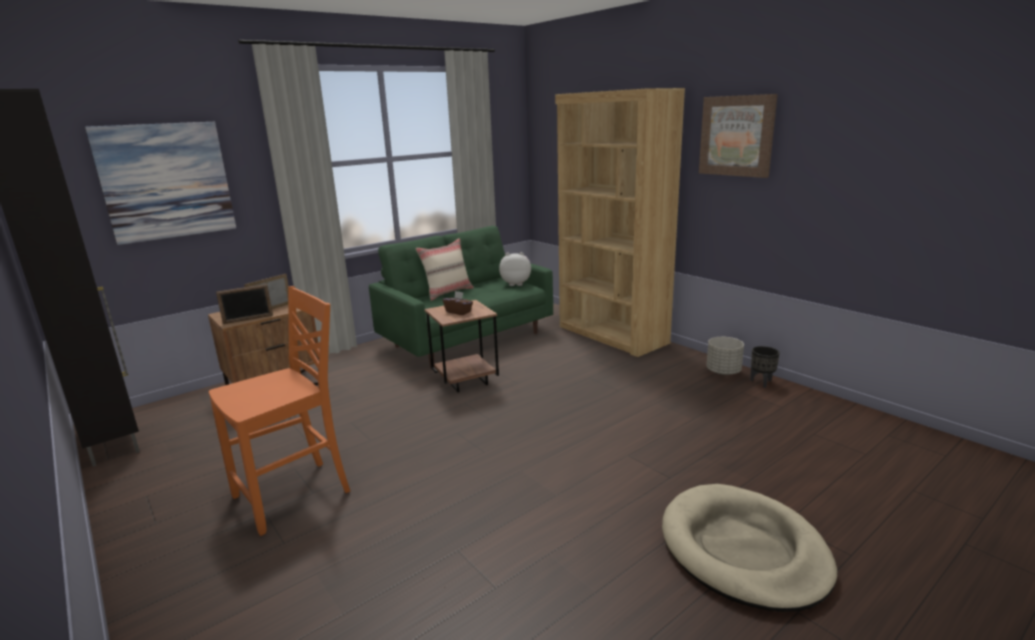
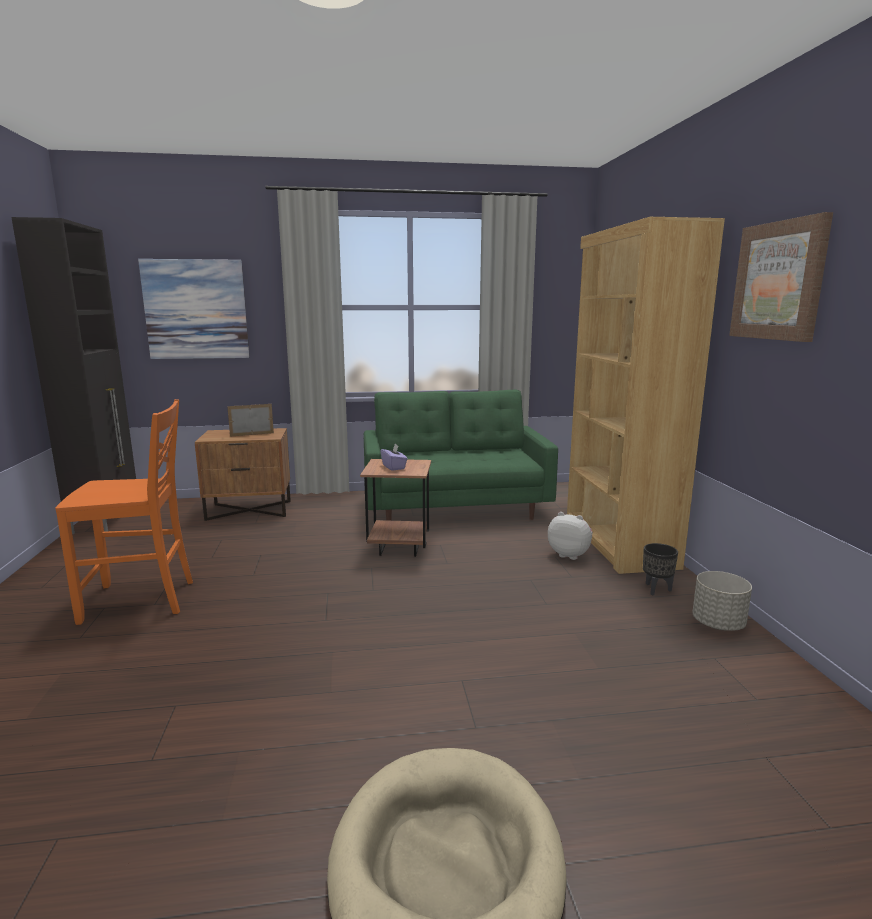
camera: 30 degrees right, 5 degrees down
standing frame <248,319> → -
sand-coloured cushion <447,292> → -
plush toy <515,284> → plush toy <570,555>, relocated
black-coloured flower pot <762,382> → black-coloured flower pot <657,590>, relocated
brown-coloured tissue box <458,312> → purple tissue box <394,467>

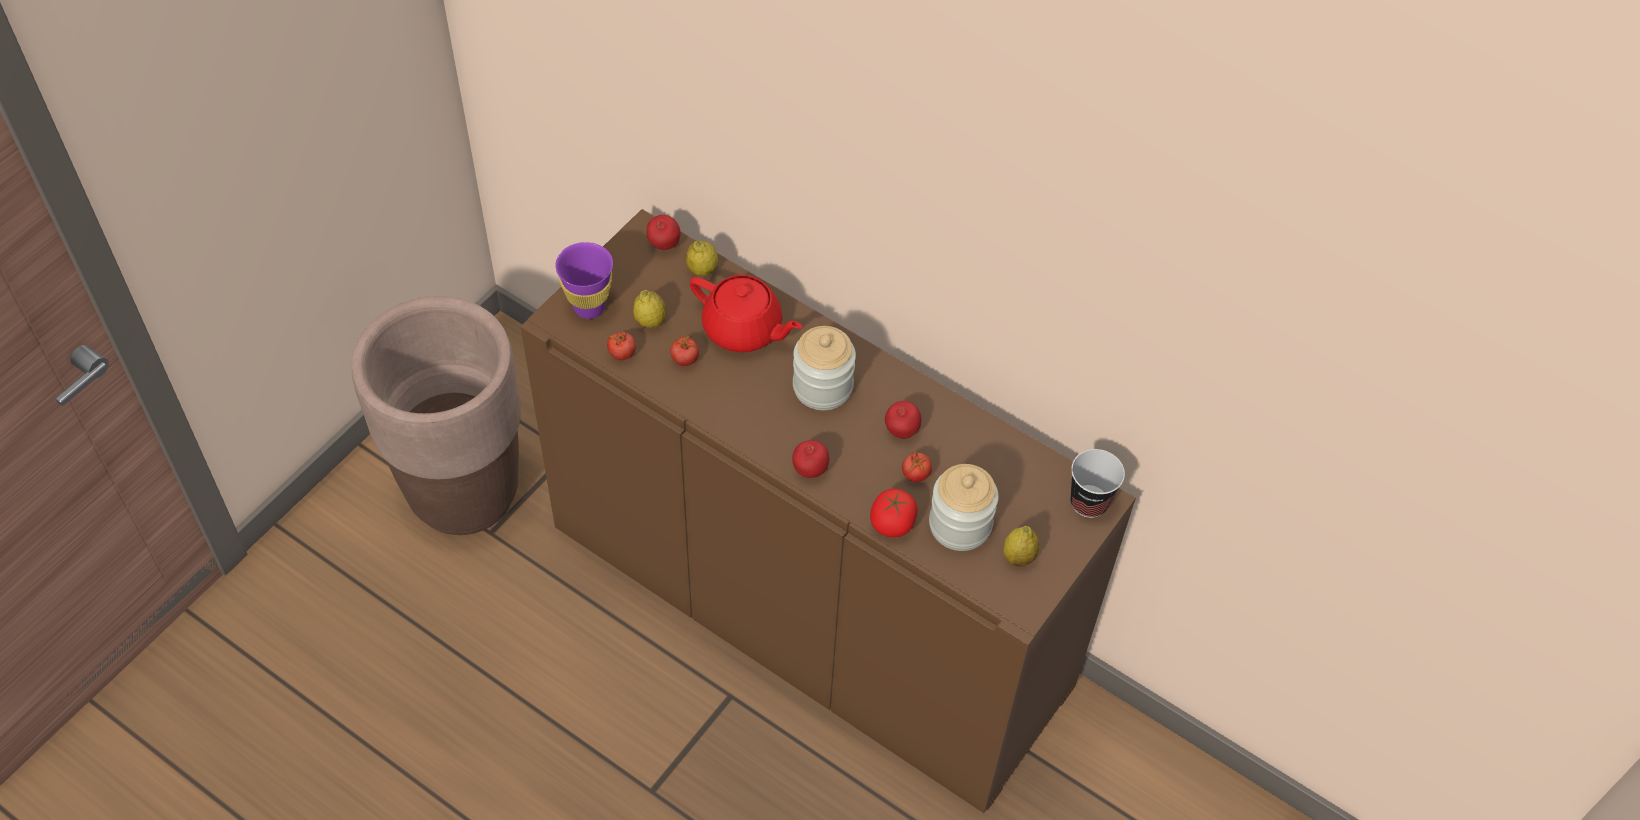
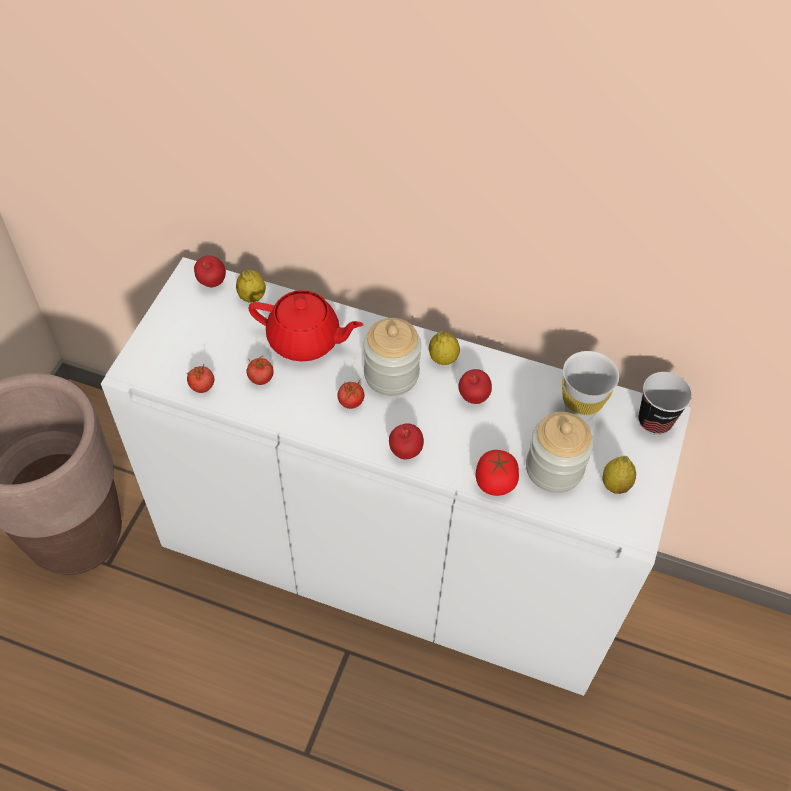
camera: 15 degrees left, 0 degrees up
purple drinking cup <589,307> → -
- → white drinking cup <579,411>
citrus fruit <650,321> → citrus fruit <443,359>, relocated
tomato <915,475> → tomato <351,402>, relocated
brown-coloured cupboard <809,607> → white cupboard <389,559>

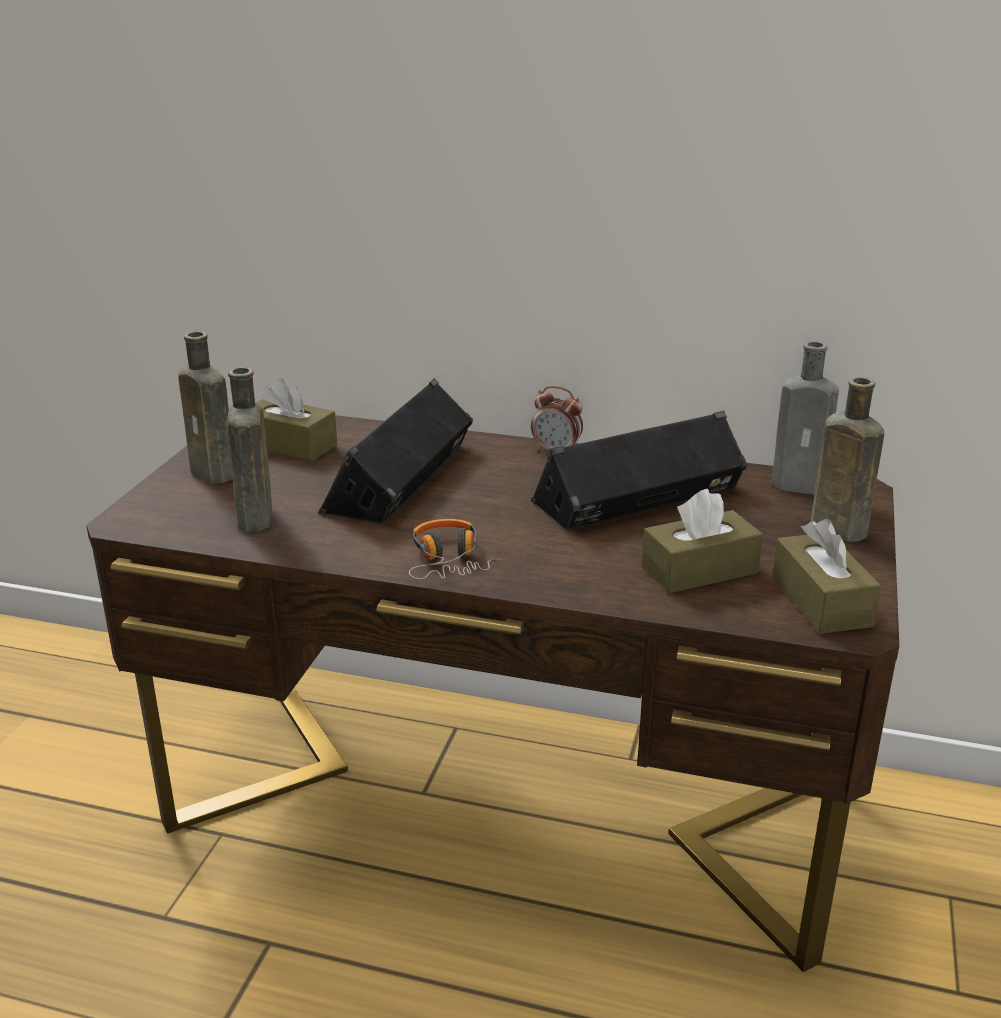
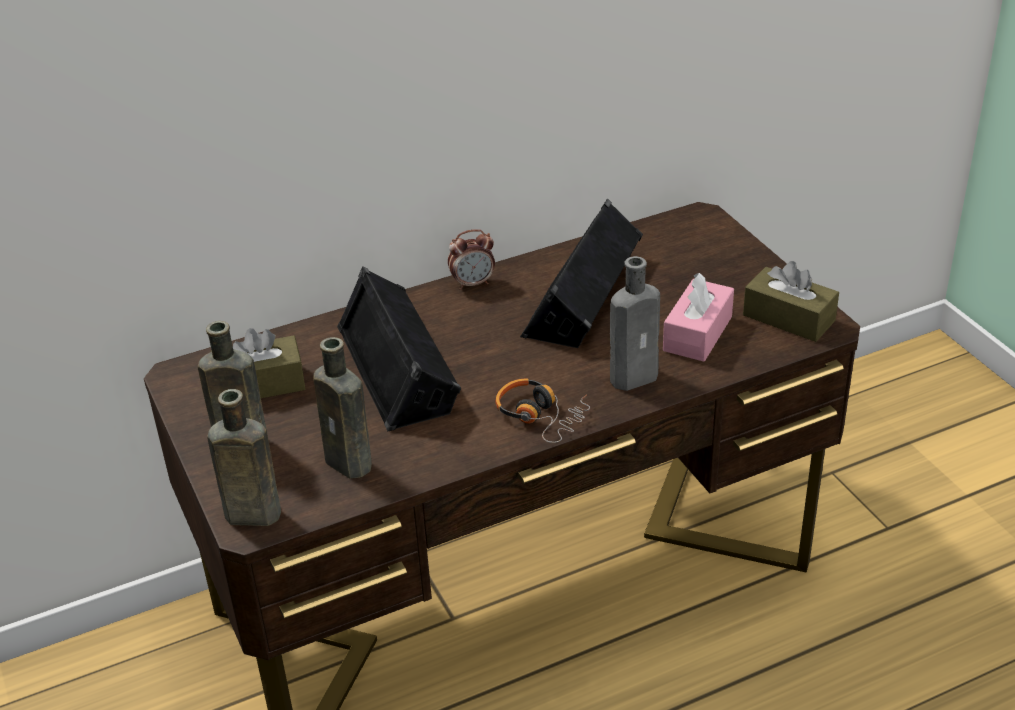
camera: 40 degrees left, 10 degrees up
greyish beverage bottle <802,486> → greyish beverage bottle <637,376>, relocated
brown-coloured beverage bottle <834,528> → brown-coloured beverage bottle <249,515>, relocated
brown-coloured tissue box <699,570> → pinkish tissue box <697,333>

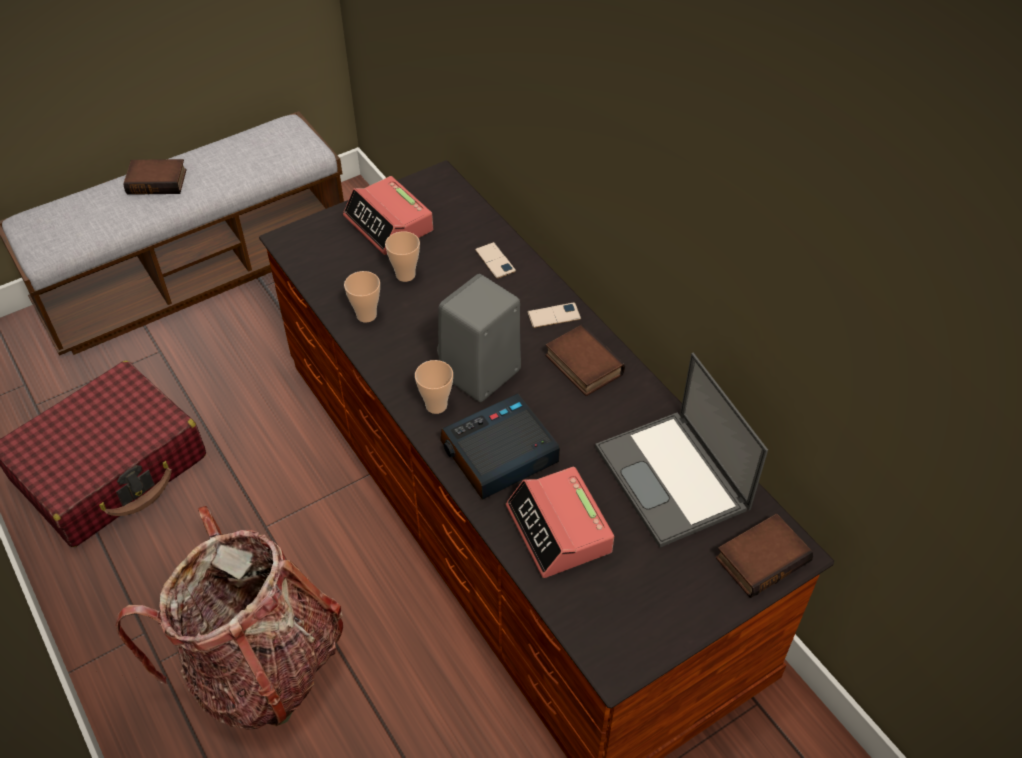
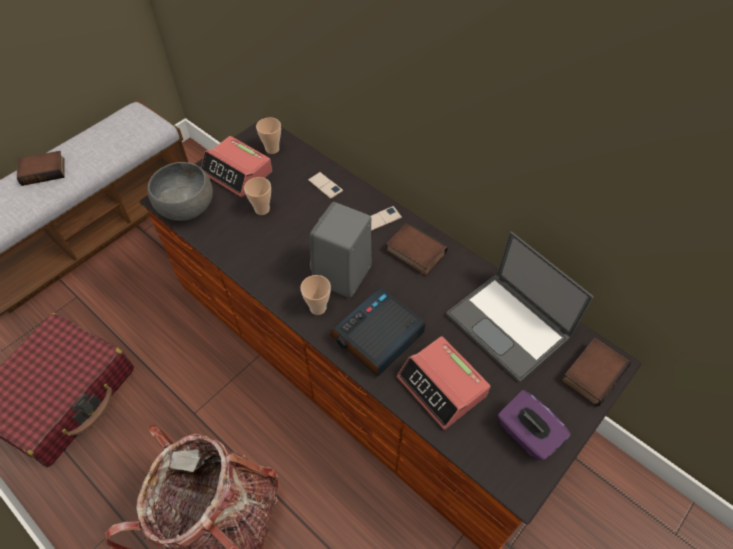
camera: 15 degrees left, 5 degrees up
- → greyish deep dish <187,207>
- → purple tissue box <527,434>
drinking cup <366,315> → drinking cup <272,149>, relocated

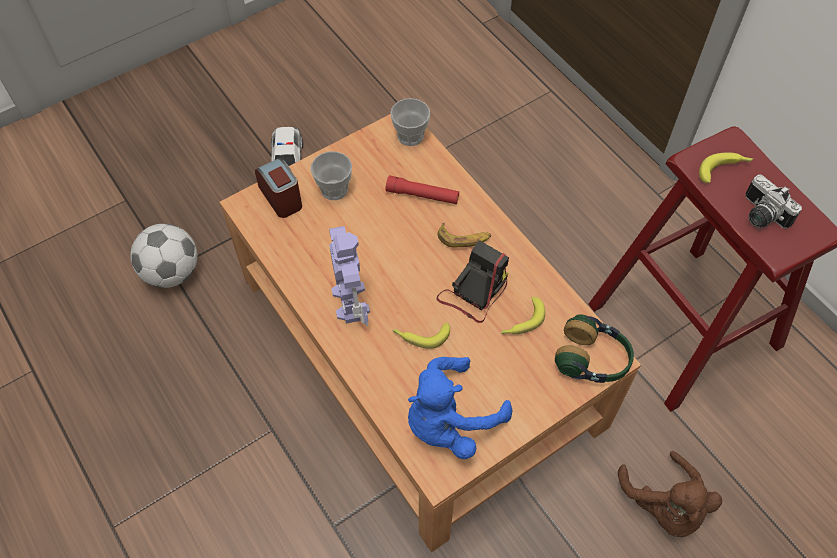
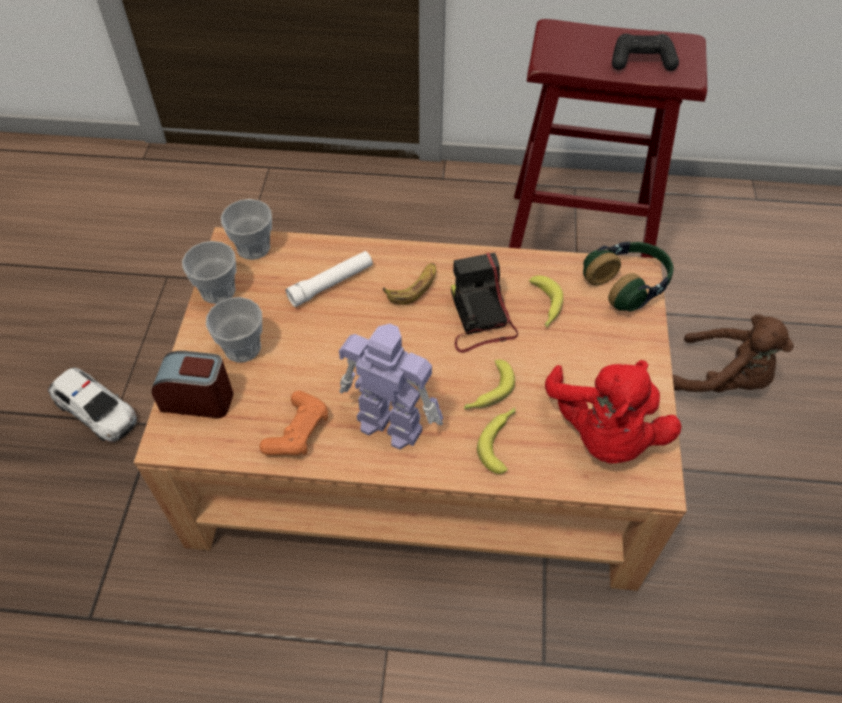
camera: 50 degrees left, 5 degrees down
football <172,272> → -
- → drinking cup <218,290>
- → orange game controller <297,432>
whole banana <724,170> → whole banana <500,441>, relocated
still camera <760,215> → black-coloured game controller <642,61>
red-coloured hand torch <422,195> → white hand torch <331,284>
blue-coloured plush toy <449,421> → red-coloured plush toy <603,433>

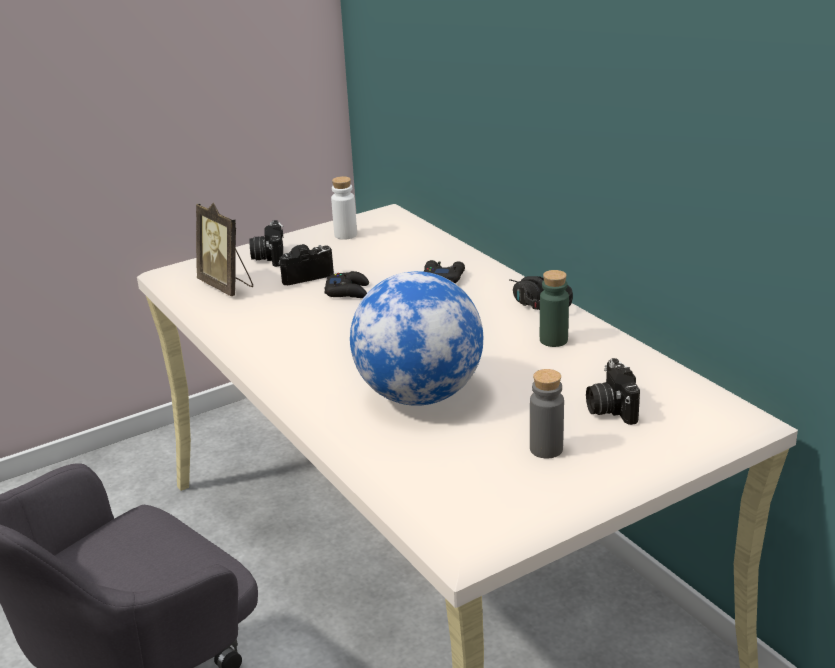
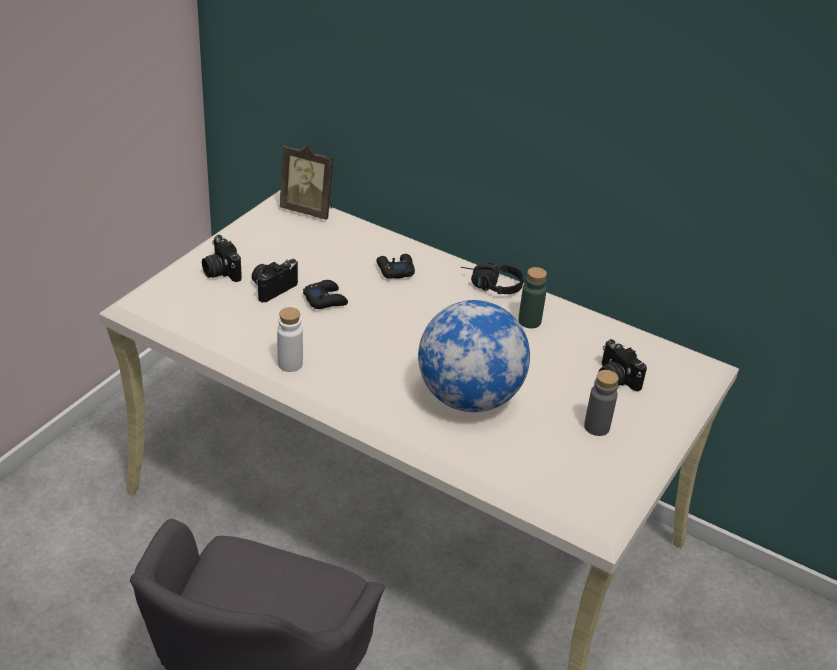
camera: 30 degrees left, 10 degrees up
standing frame <227,286> → standing frame <308,210>, relocated
white beverage bottle <345,235> → white beverage bottle <290,364>, relocated

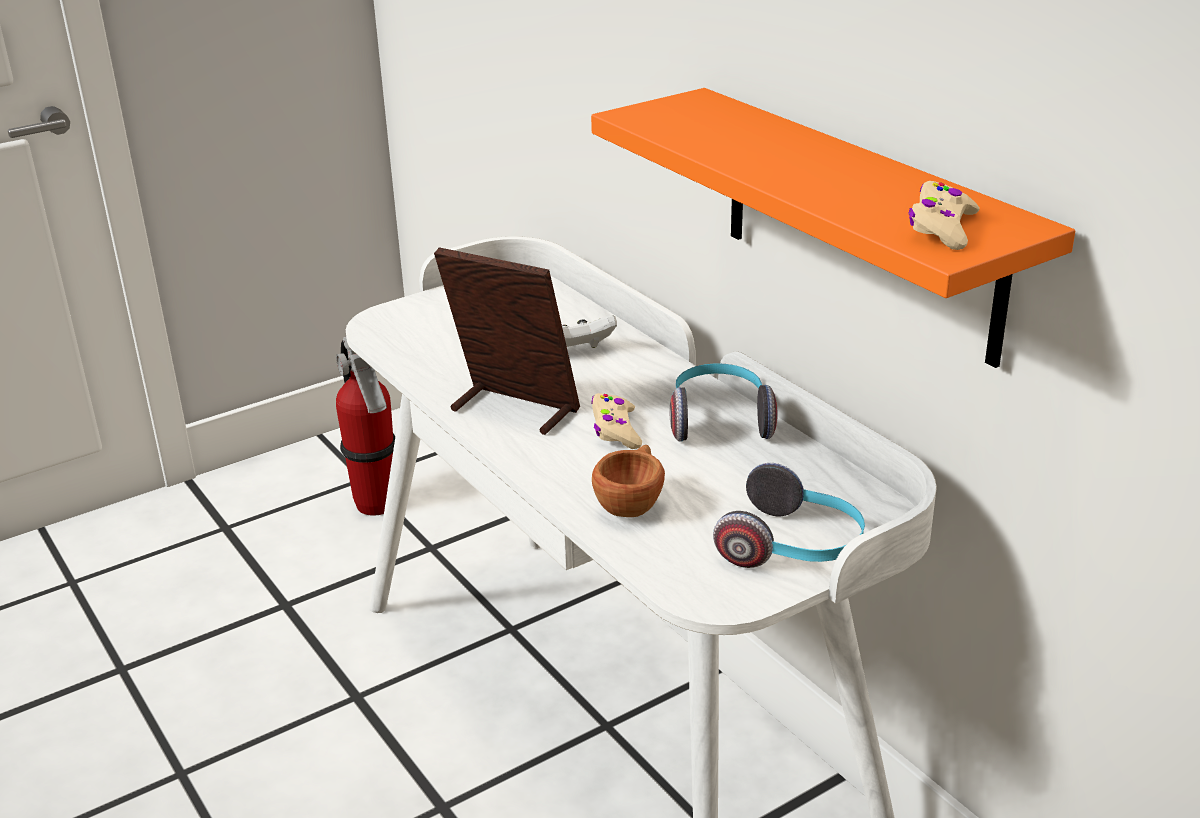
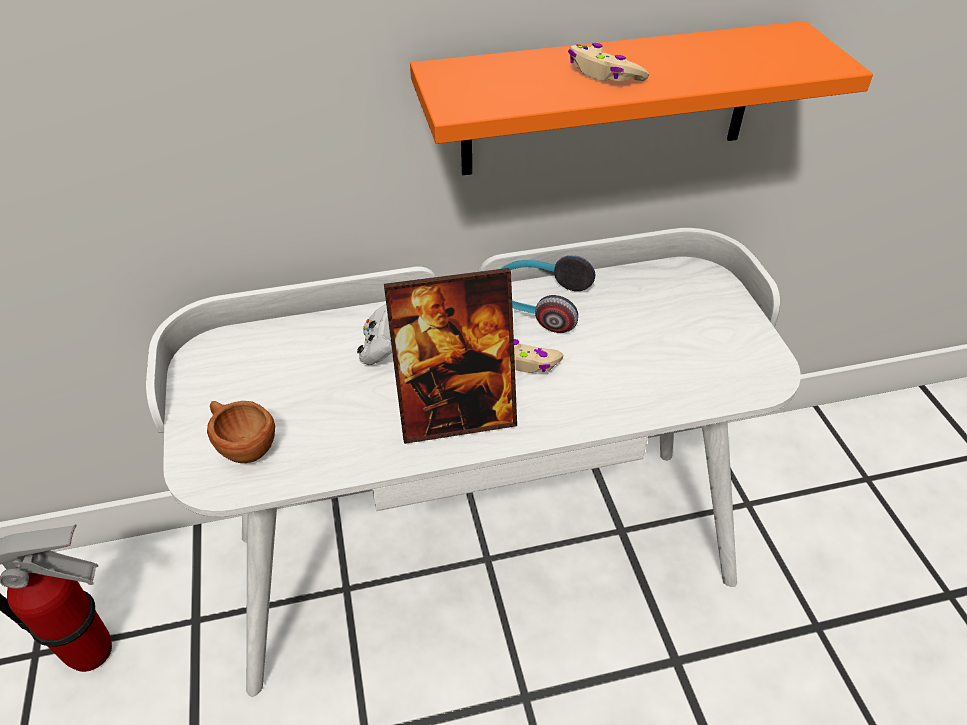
camera: 70 degrees left, 15 degrees up
headphones <793,547> → -
brown-coloured drinking cup <632,503> → brown-coloured drinking cup <242,445>, relocated
sand-coloured game controller <941,228> → sand-coloured game controller <604,74>, relocated
standing frame <513,409> → standing frame <456,415>, 150 degrees counterclockwise

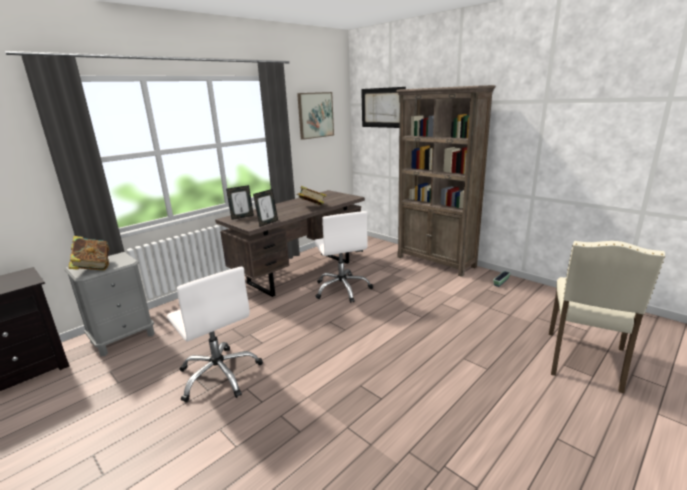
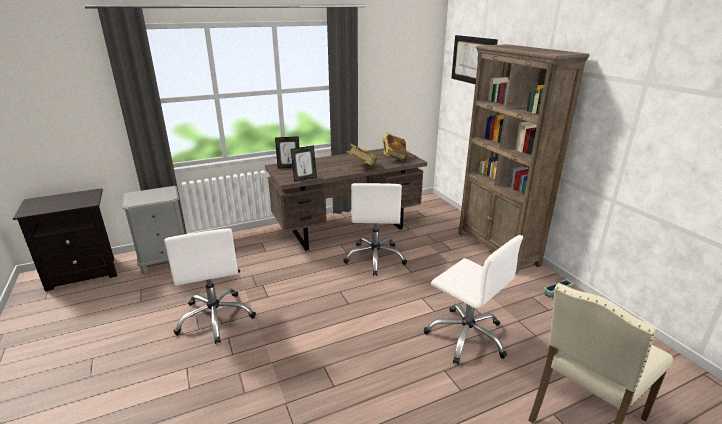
camera: 20 degrees right, 5 degrees up
wall art <315,115> → -
- → white desk chair <467,336>
volume <93,268> → volume <394,158>, relocated

